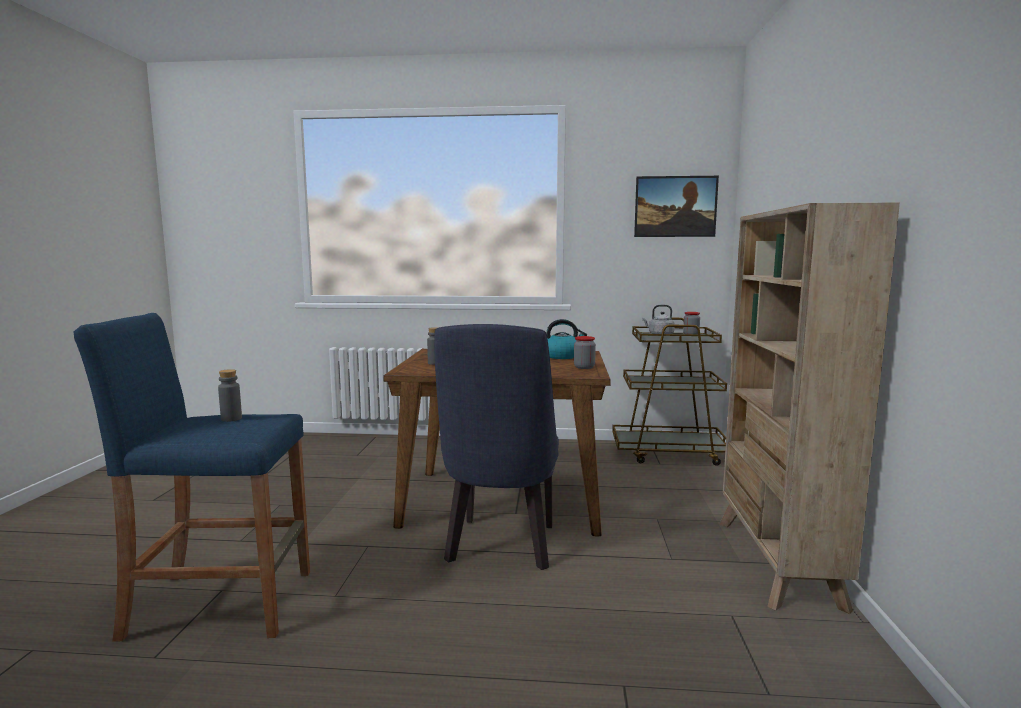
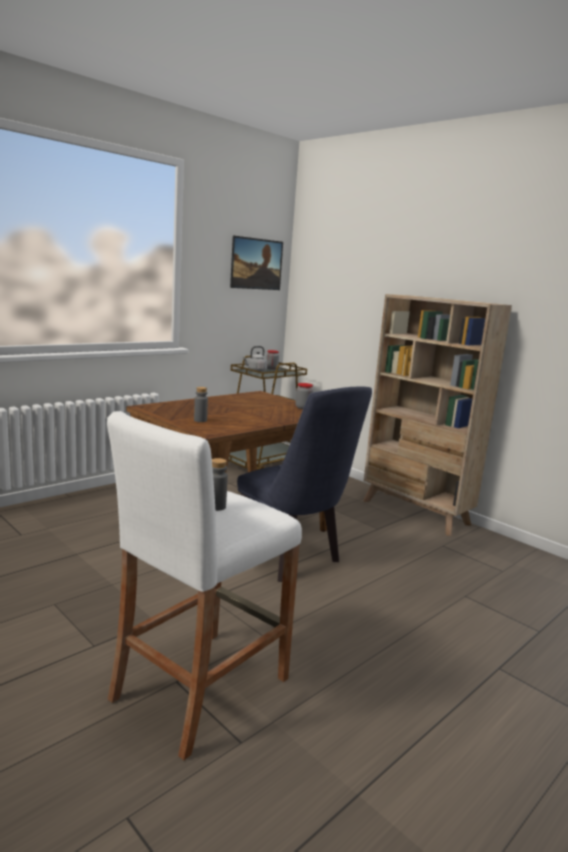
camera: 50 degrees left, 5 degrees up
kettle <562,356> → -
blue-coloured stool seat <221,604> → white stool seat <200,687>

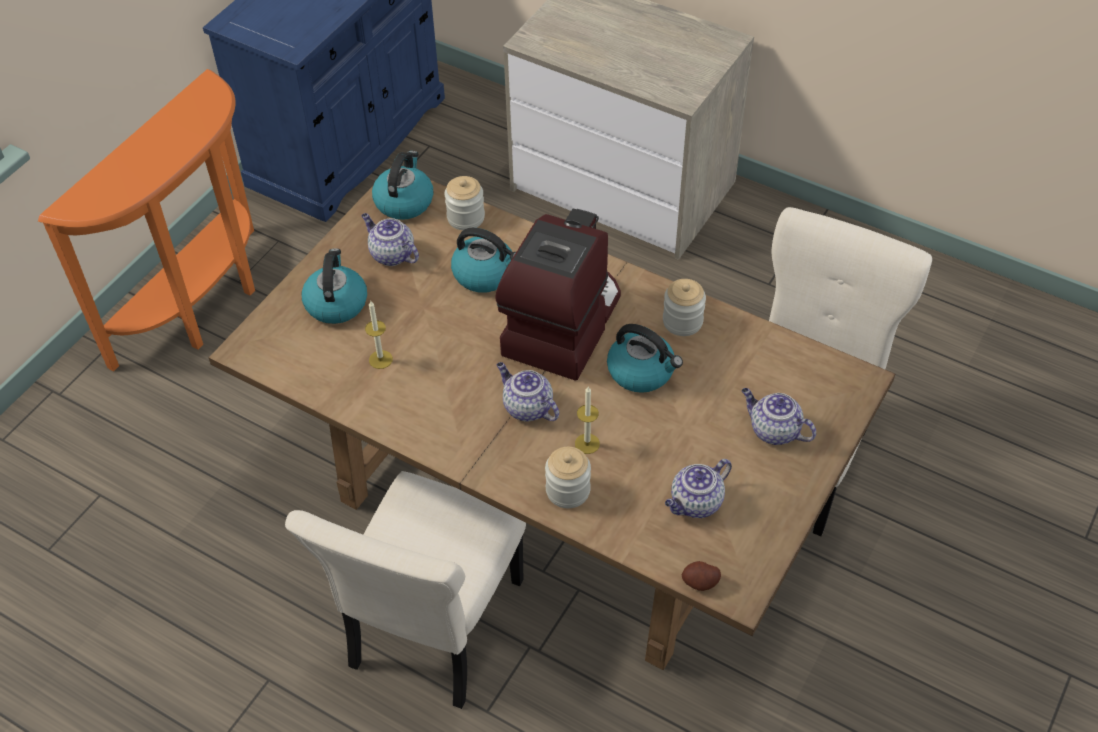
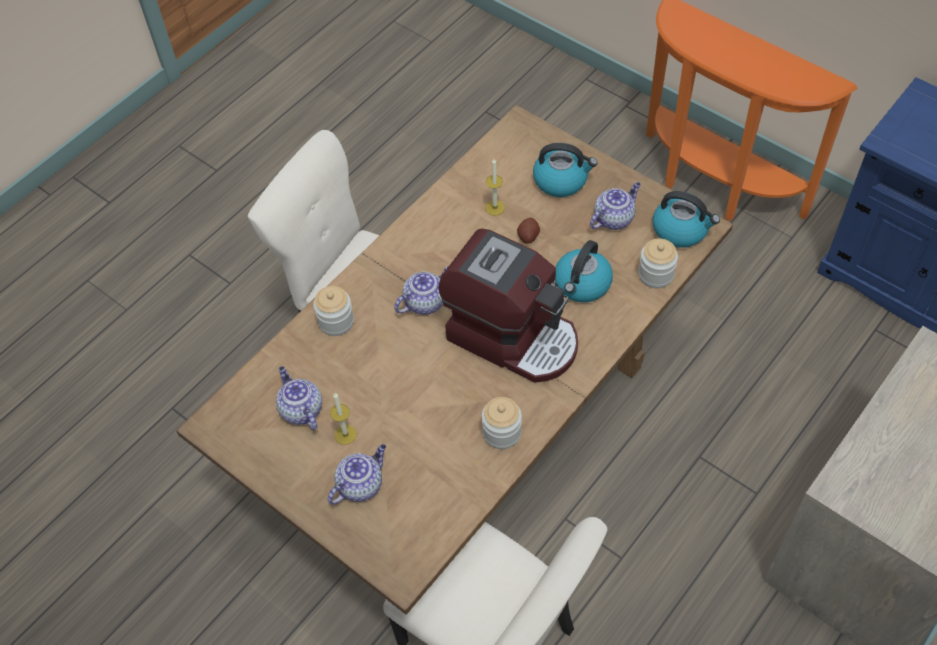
camera: 100 degrees right, 5 degrees up
kettle <642,371> → -
wax candle <587,443> → wax candle <345,434>, relocated
spud <700,582> → spud <528,236>, relocated

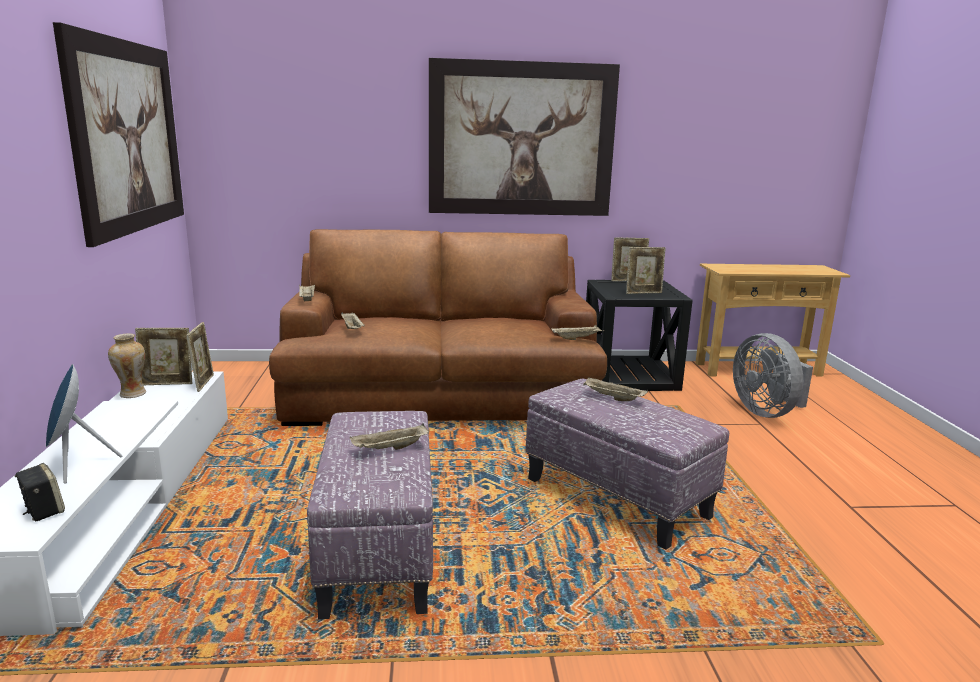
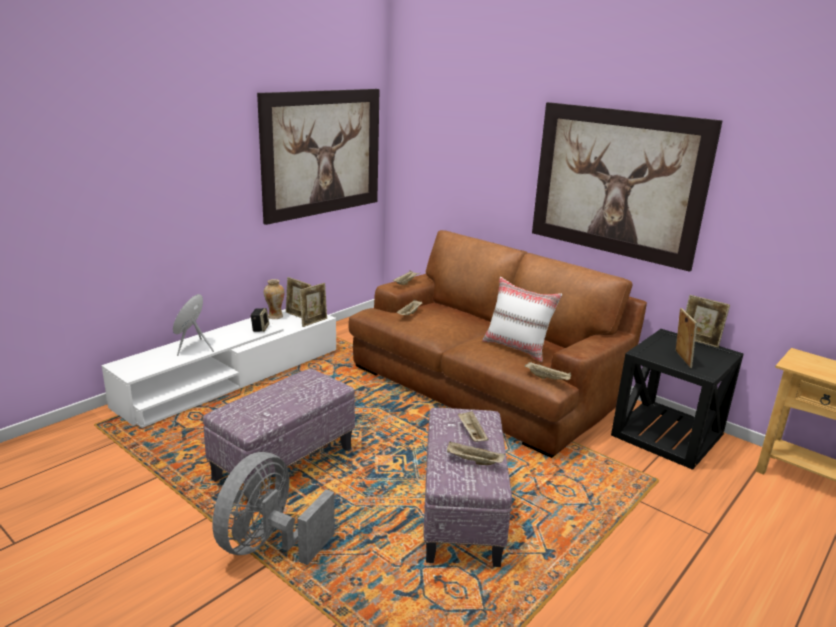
camera: 45 degrees right, 5 degrees up
- → white cushion <517,348>
speaker <42,511> → speaker <260,328>, relocated
sand-coloured tray <390,449> → sand-coloured tray <473,461>, relocated
greyish cooling fan <766,412> → greyish cooling fan <269,545>, relocated
standing frame <643,293> → standing frame <681,359>, 120 degrees counterclockwise

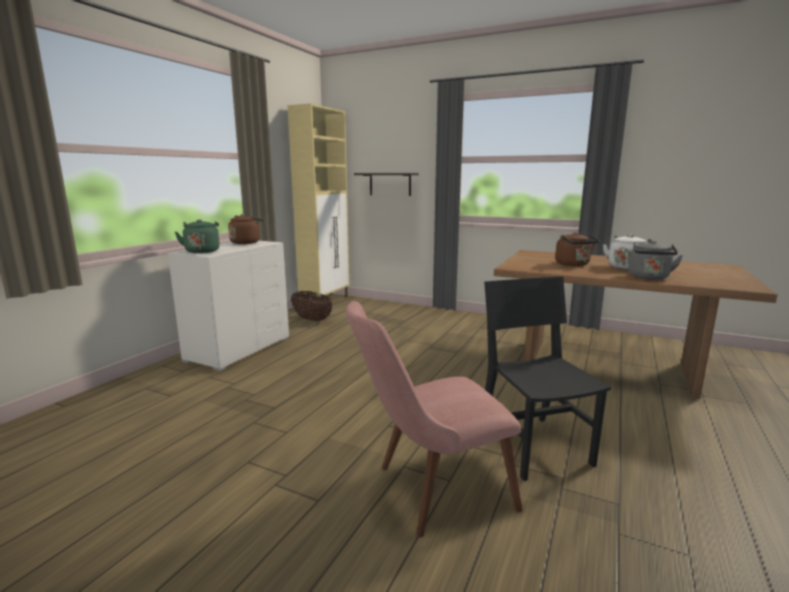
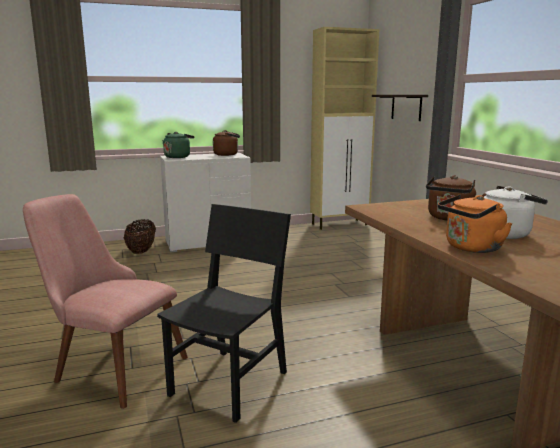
camera: 45 degrees right, 0 degrees up
household basket <311,319> → household basket <141,251>, relocated
greyish kettle <649,278> → orange kettle <471,248>

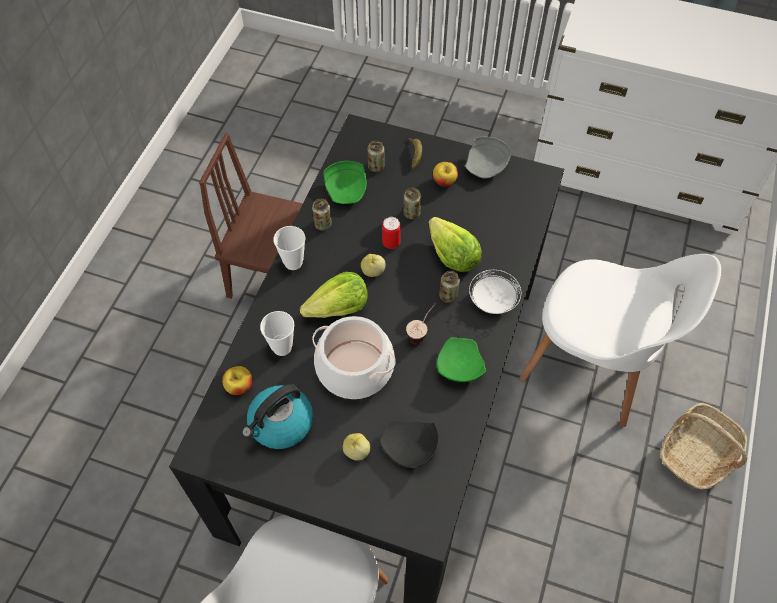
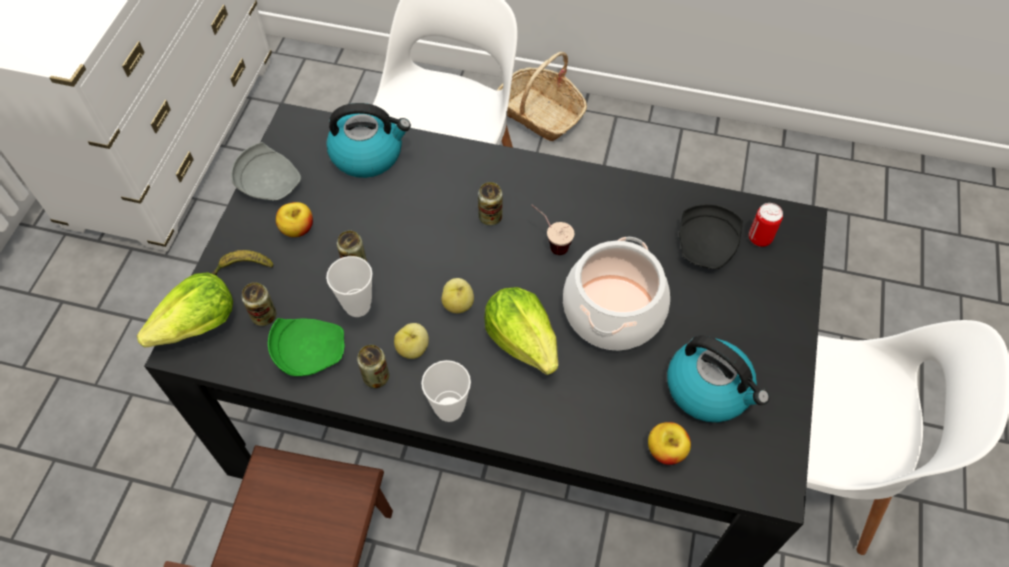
camera: 95 degrees left, 0 degrees up
green flat dish <459,367> → -
white flat dish <493,300> → -
- → kettle <368,154>
drinking cup <282,347> → drinking cup <357,306>, relocated
apple fruit <356,452> → apple fruit <413,349>, relocated
metal can <391,243> → metal can <759,238>, relocated
lettuce head <452,255> → lettuce head <198,326>, relocated

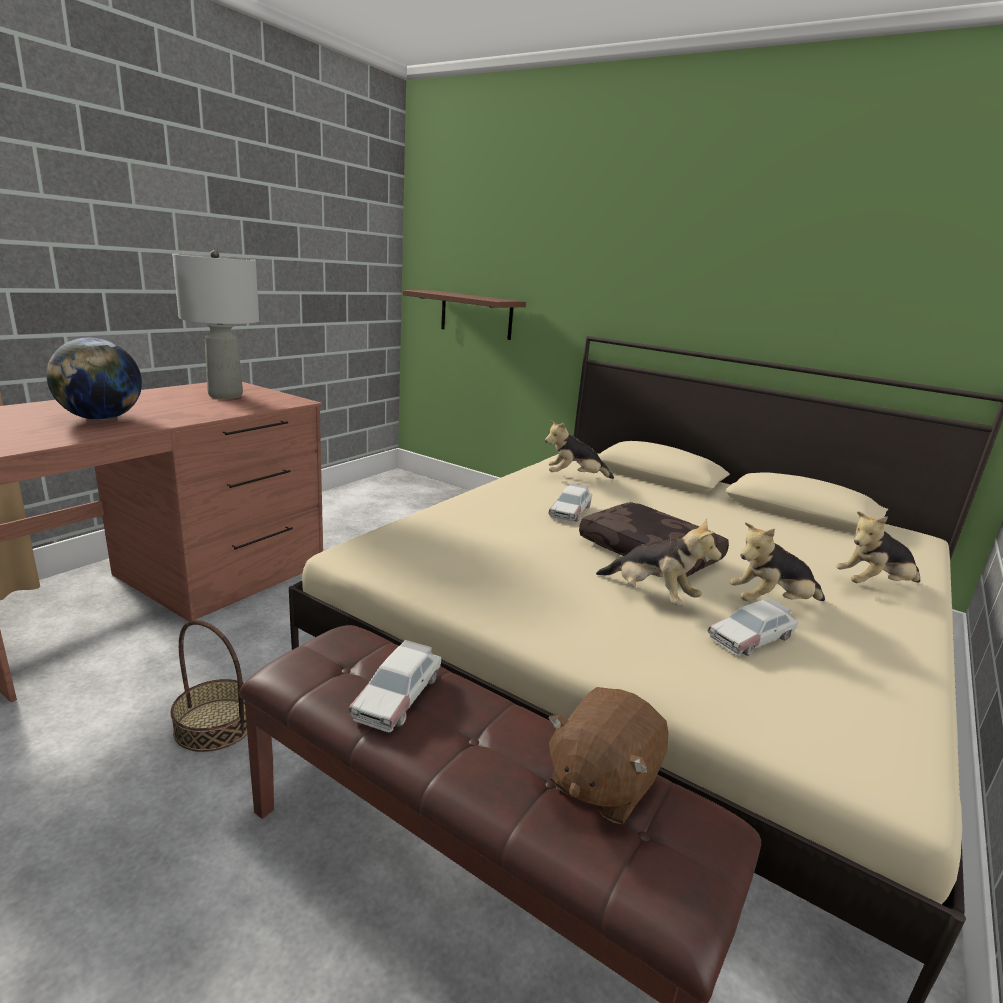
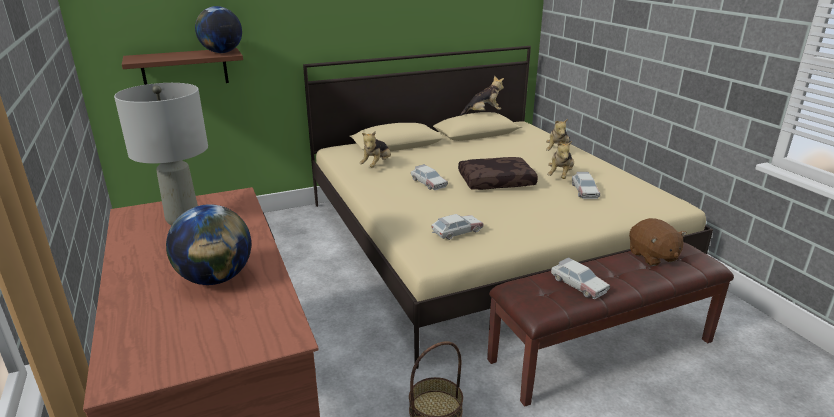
camera: 55 degrees left, 5 degrees up
- → world globe <222,52>
- → toy car <456,231>
plush toy <651,595> → plush toy <483,113>, relocated

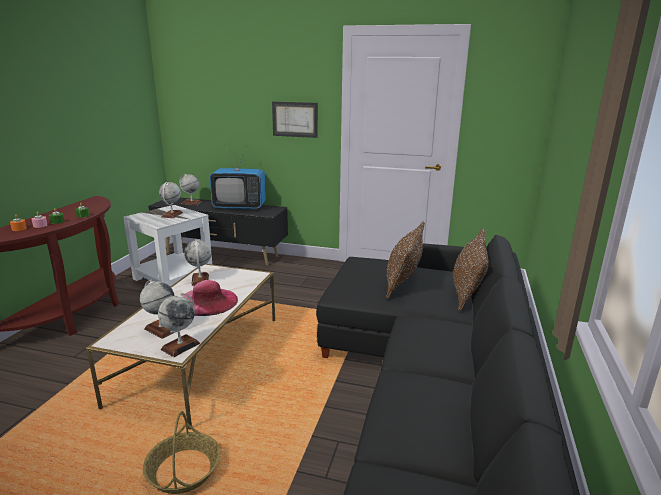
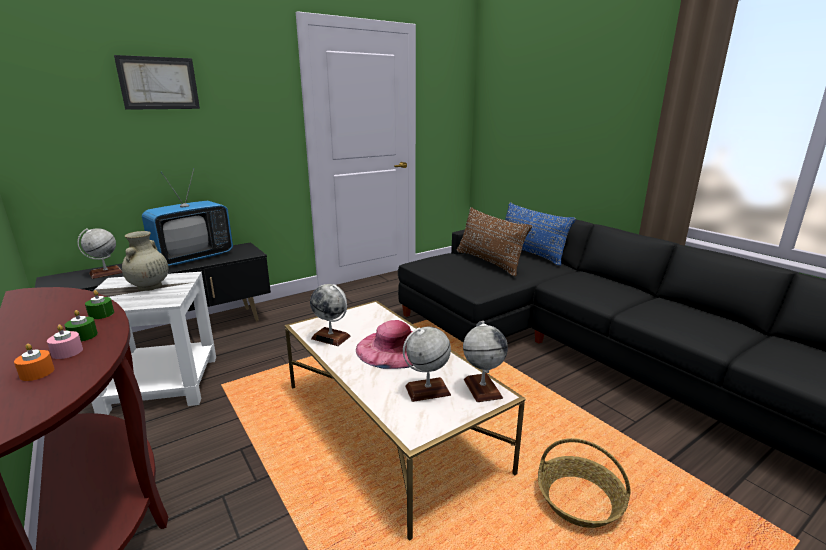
camera: 50 degrees left, 0 degrees up
wall art <295,119> → wall art <159,83>, relocated
world globe <172,215> → sand-coloured decorative vase <149,287>
brown-coloured cushion <467,290> → blue-coloured cushion <530,253>

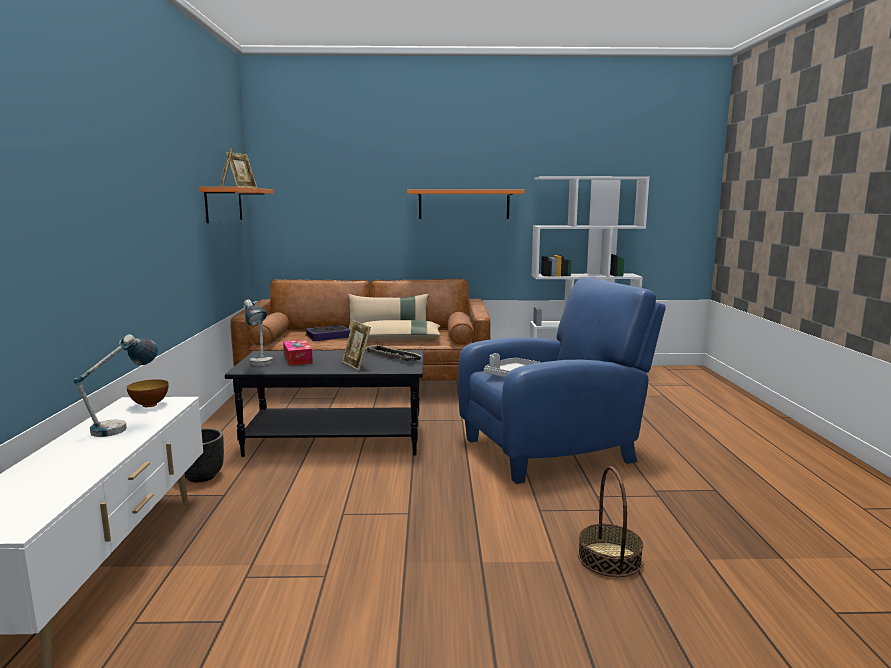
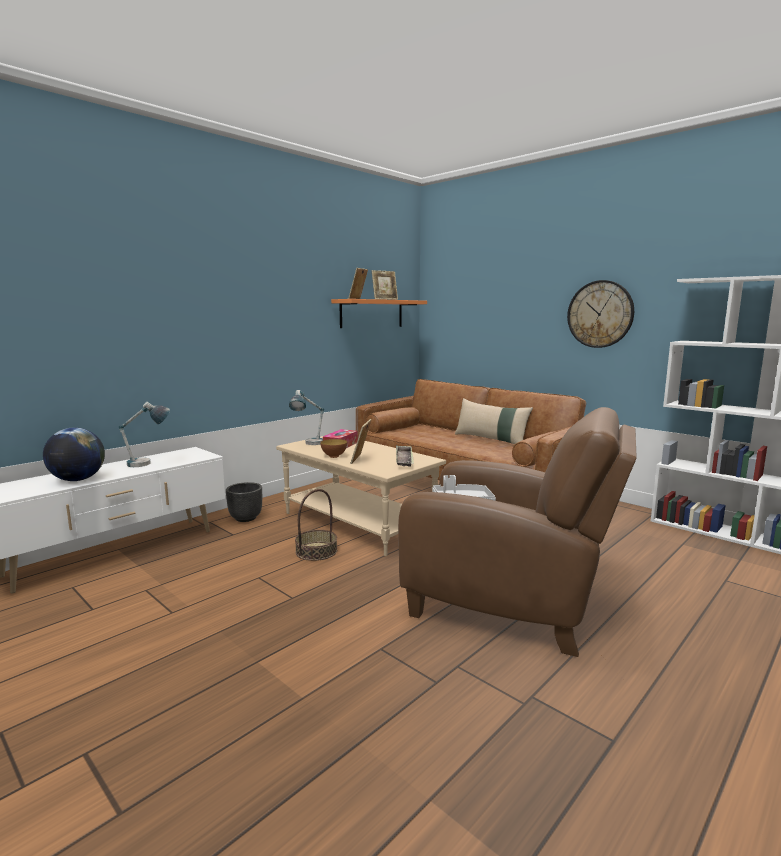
camera: 45 degrees right, 0 degrees up
volume <328,336> → -
sand-coloured cushion <398,340> → -
- → world globe <77,480>
deep dish <149,405> → deep dish <334,456>, relocated
household basket <609,559> → household basket <316,551>, relocated
orange wall shelf <464,204> → clock on the wall <600,314>
black-coloured coffee table <336,440> → sand-coloured coffee table <359,522>
blue-coloured lounge chair <553,450> → brown-coloured lounge chair <510,602>

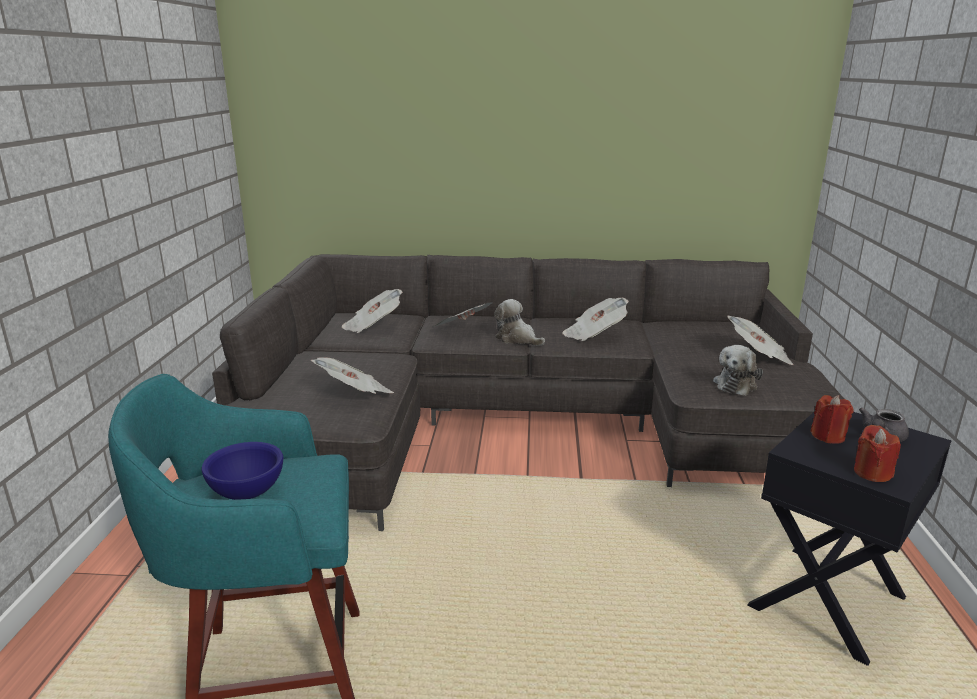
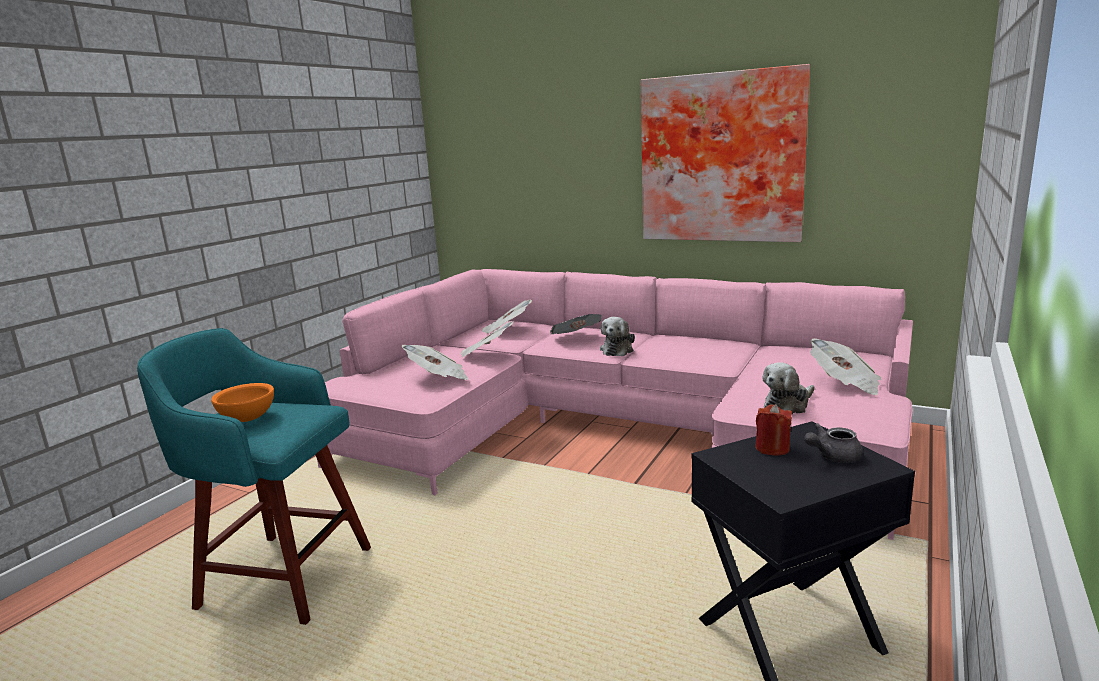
camera: 25 degrees right, 5 degrees down
red-coloured wax candle <872,473> → -
- → wall art <721,158>
printed paper <594,335> → printed paper <486,354>, relocated
blue-coloured deep dish <247,492> → orange deep dish <248,418>
greyish sofa <513,423> → pinkish sofa <612,430>
plush toy <517,339> → plush toy <617,350>, 135 degrees counterclockwise

